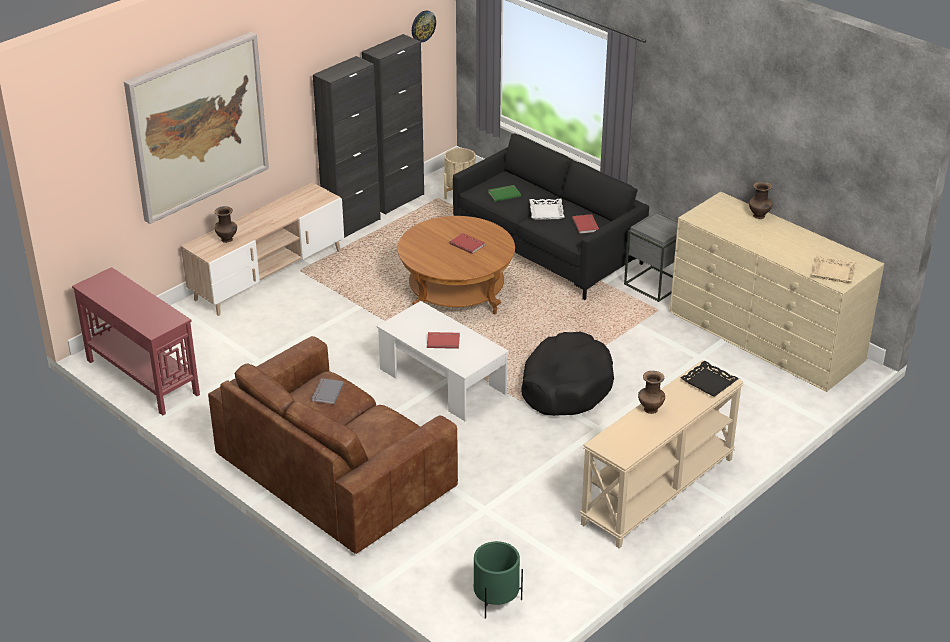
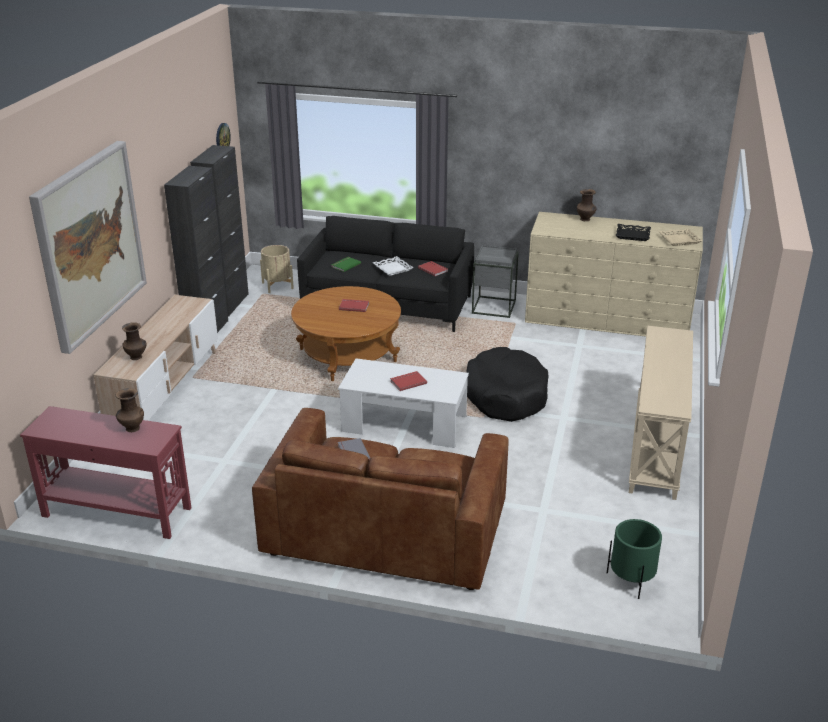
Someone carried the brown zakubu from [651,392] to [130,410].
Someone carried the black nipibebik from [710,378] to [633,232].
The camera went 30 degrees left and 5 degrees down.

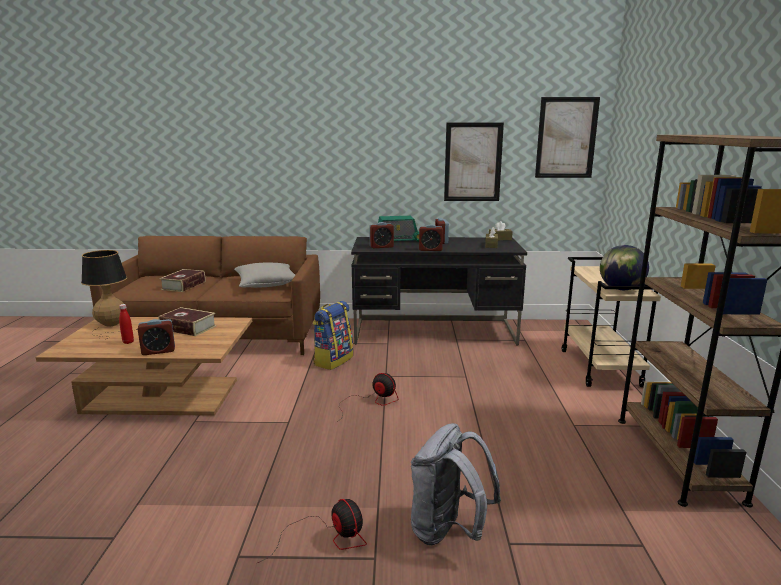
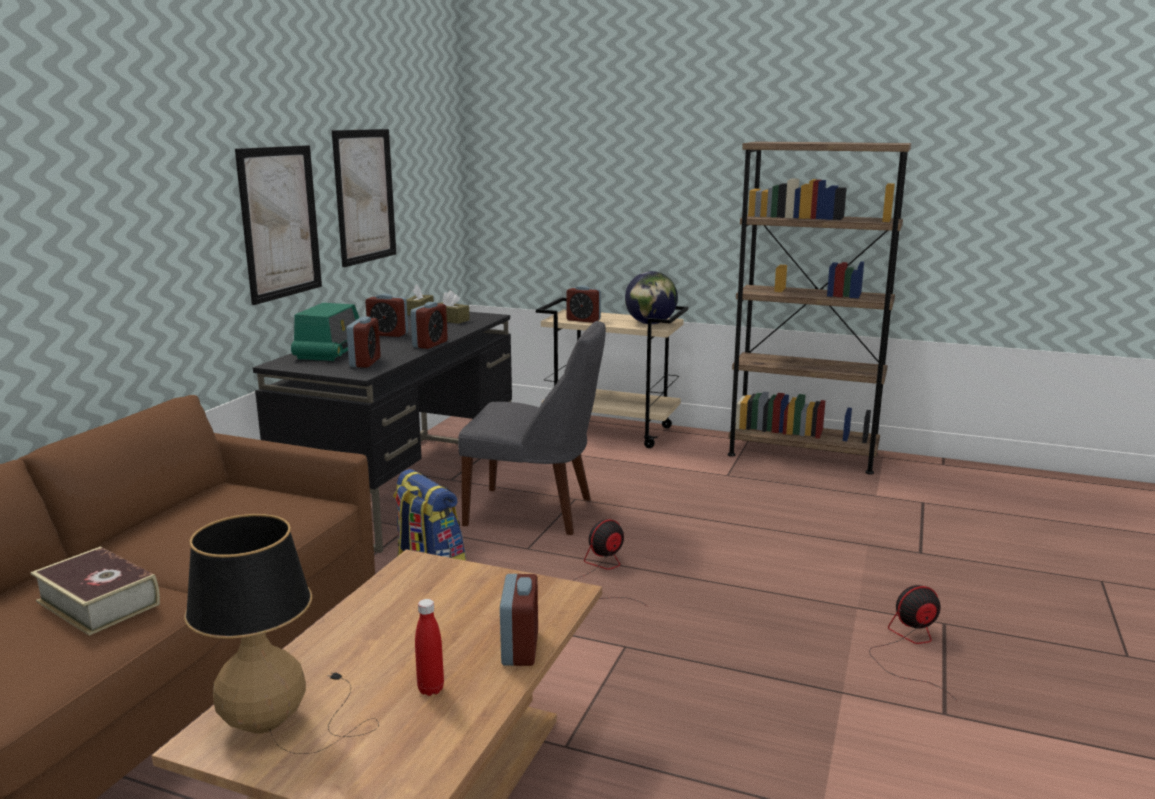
Someone took away the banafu at [187,321].
Someone took away the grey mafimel at [265,275].
Someone took away the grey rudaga at [456,484].
Someone carried the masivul from [567,137] to [278,225].
Someone put down the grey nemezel at [532,428].
Someone put down the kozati at [583,304].
The camera went 70 degrees left and 0 degrees up.

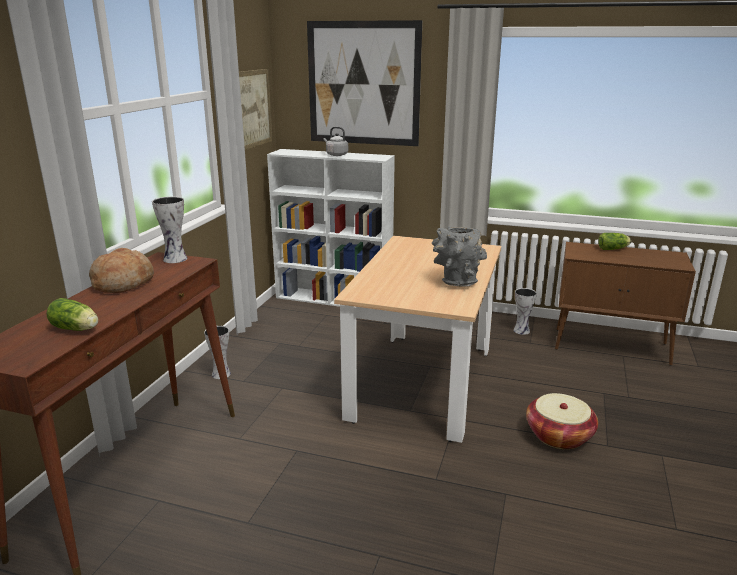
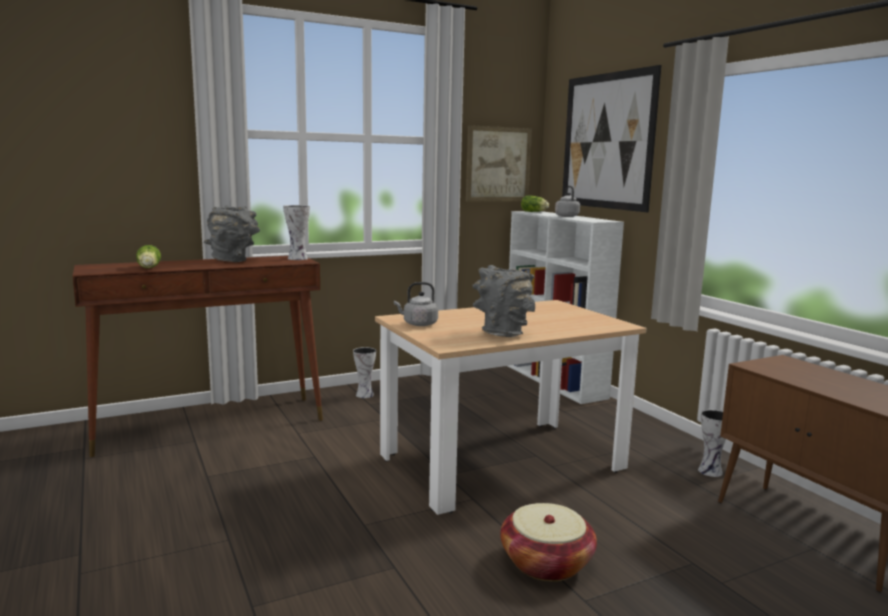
Someone swapped the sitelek at [121,270] for the grey zakubu at [232,233].
Someone carried the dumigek from [614,241] to [535,204].
Someone put down the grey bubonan at [416,304].
The camera went 45 degrees right and 10 degrees down.

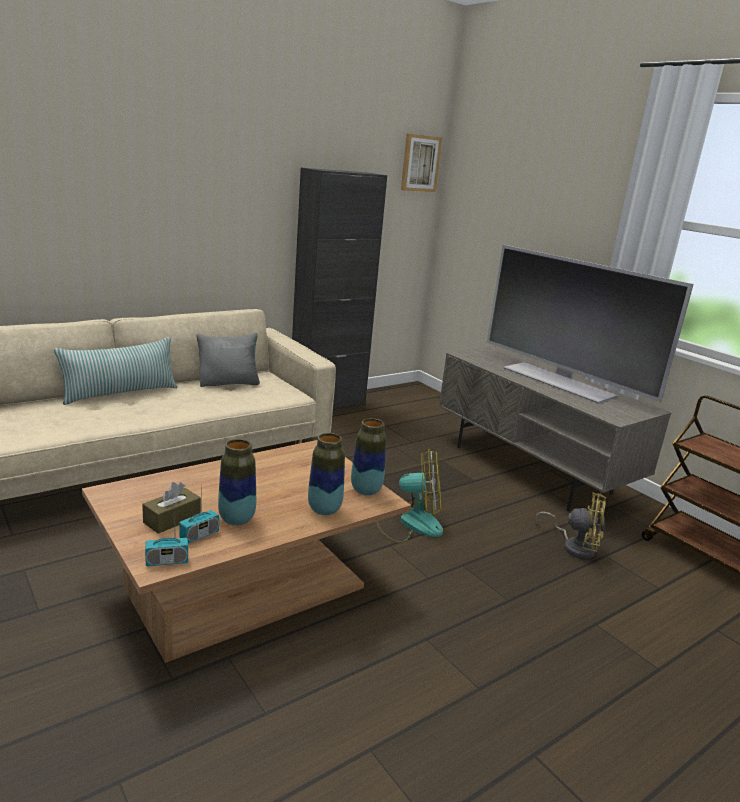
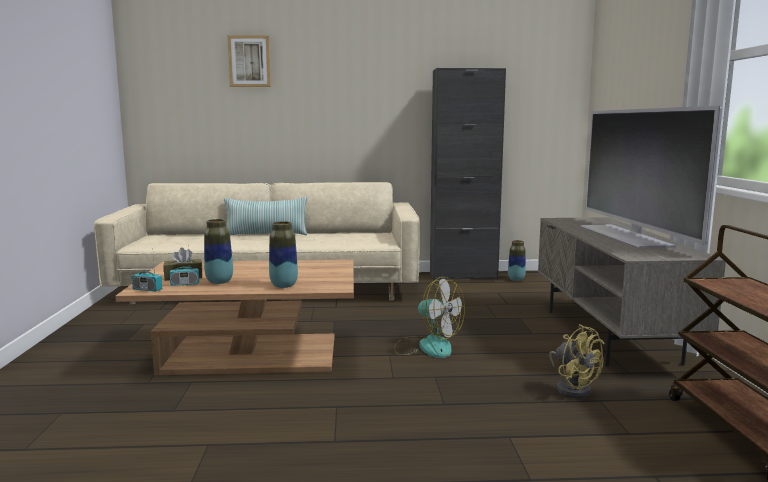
Someone took away the grey mafimel at [228,360].
Someone carried the zakubu from [368,456] to [517,260].
Someone carried the masivul from [421,163] to [249,61].
The camera went 35 degrees right and 10 degrees down.

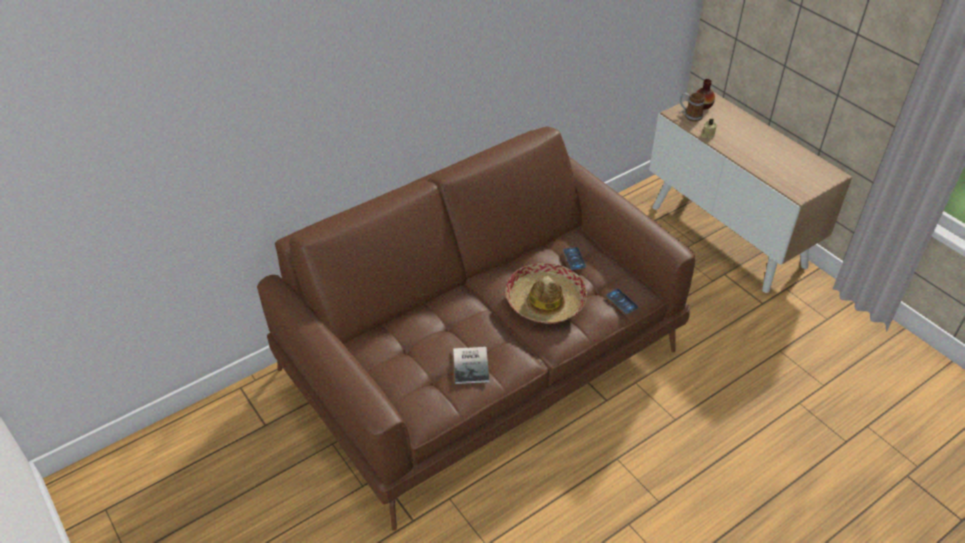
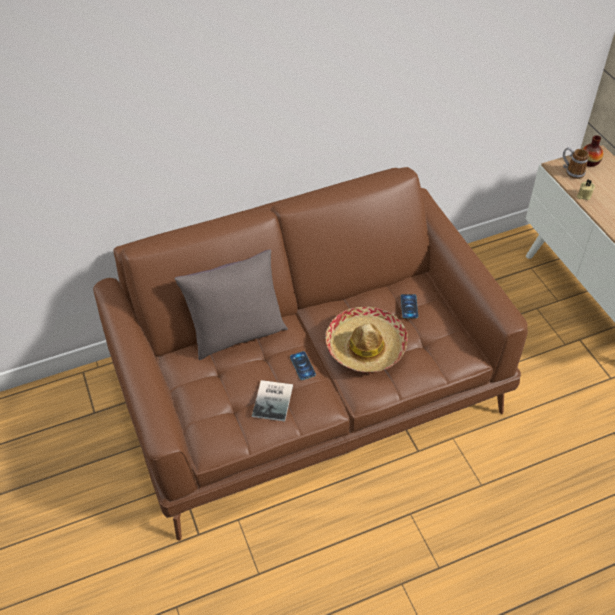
Someone carried the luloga from [622,301] to [303,365].
Someone put down the grey mafimel at [231,305].
The camera went 15 degrees right and 5 degrees up.

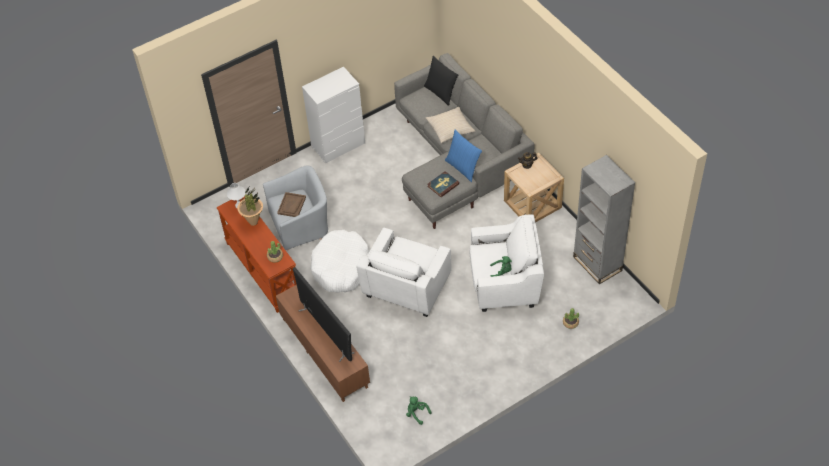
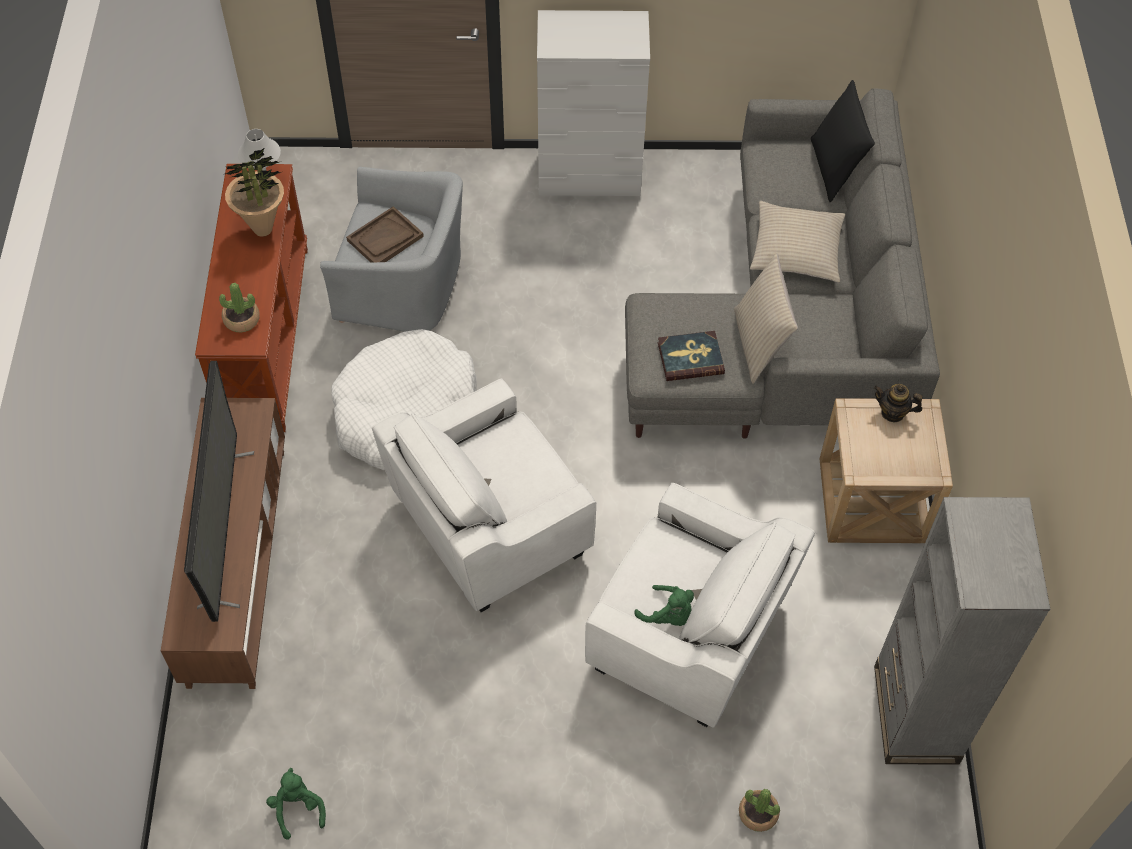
Someone repainted the blue mafimel at [463,156], which became the beige mafimel at [766,318].
The camera went 30 degrees right and 5 degrees up.

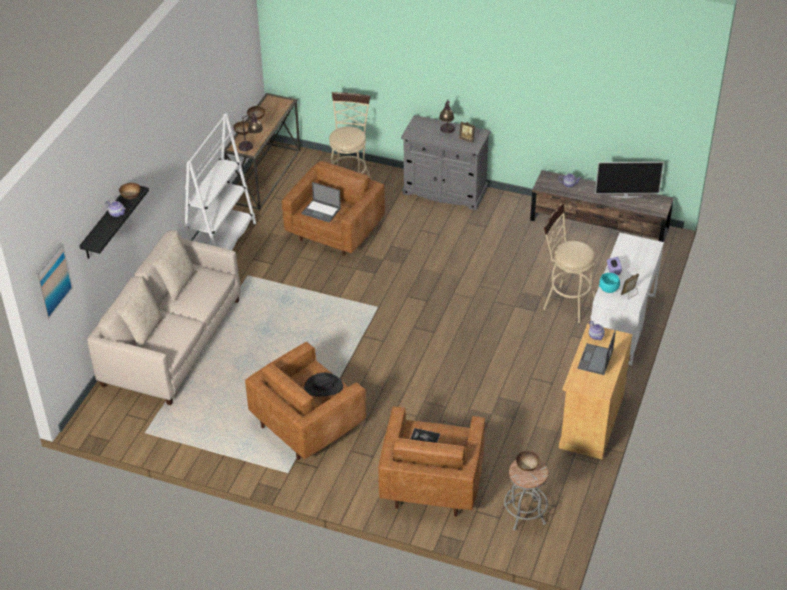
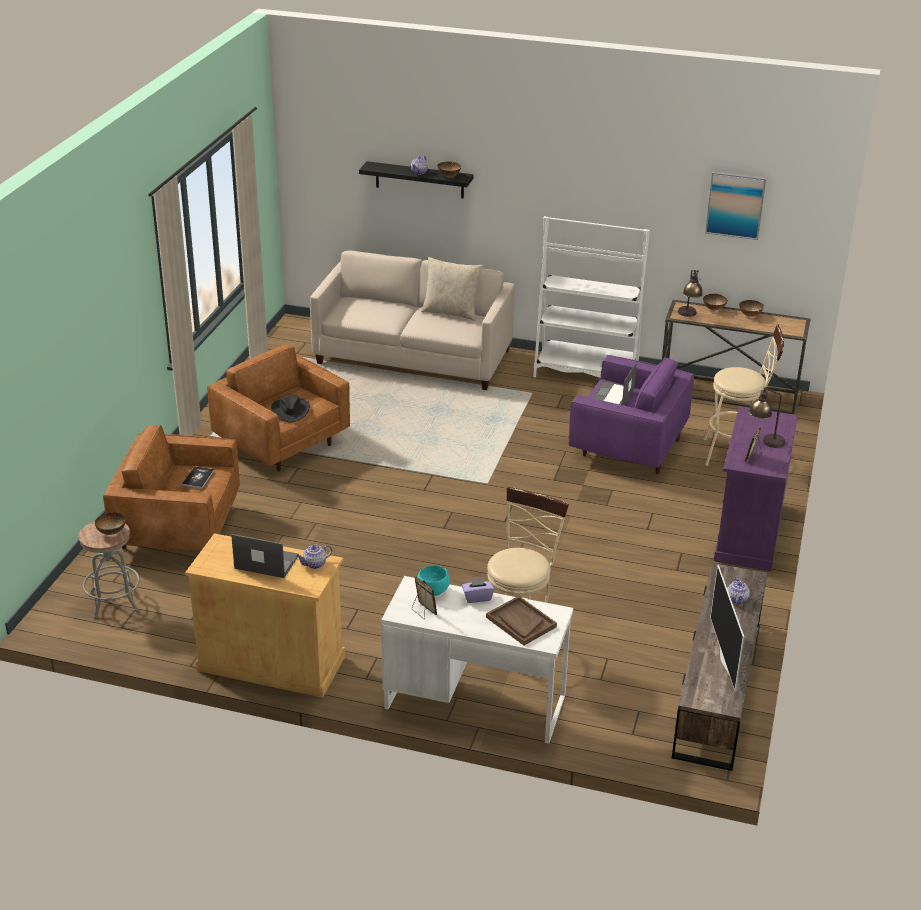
Someone carried the masivul from [53,281] to [735,206].
Someone took away the beige mafimel at [141,313].
Someone repainted the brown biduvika at [333,208], which became the purple biduvika at [631,414].
Someone repainted the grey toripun at [446,162], which became the purple toripun at [756,488].
Someone put down the brown nipibebik at [521,620].
The camera went 85 degrees right and 10 degrees down.

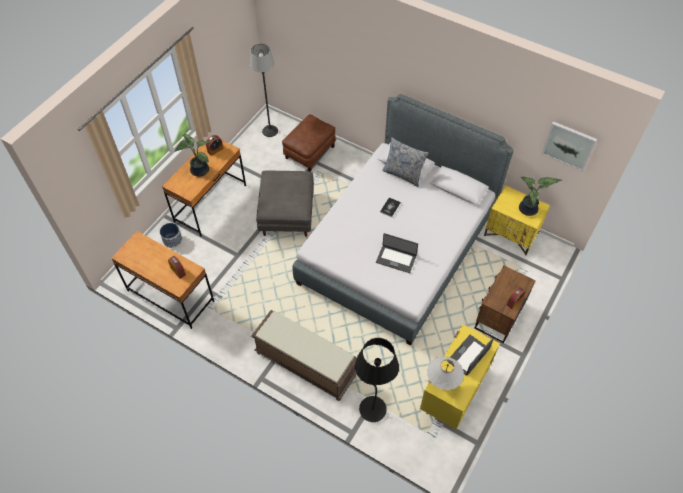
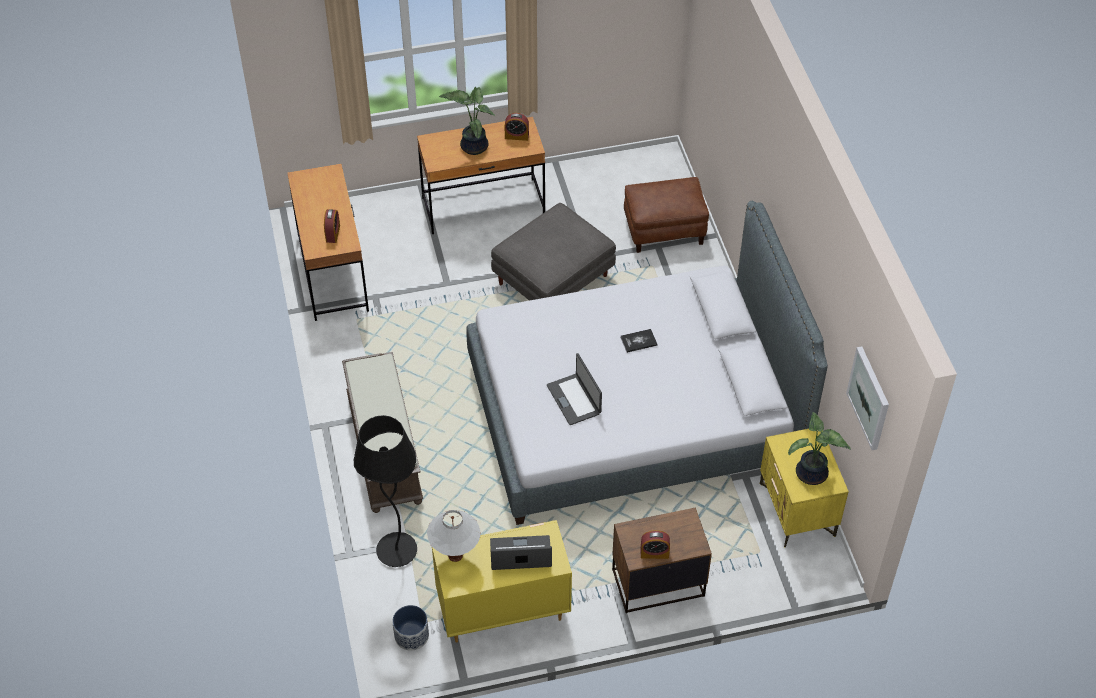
Someone carried the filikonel from [171,235] to [410,628].
Someone took away the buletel at [264,90].
Someone took away the mafimel at [405,162].
The camera went 45 degrees right and 5 degrees down.

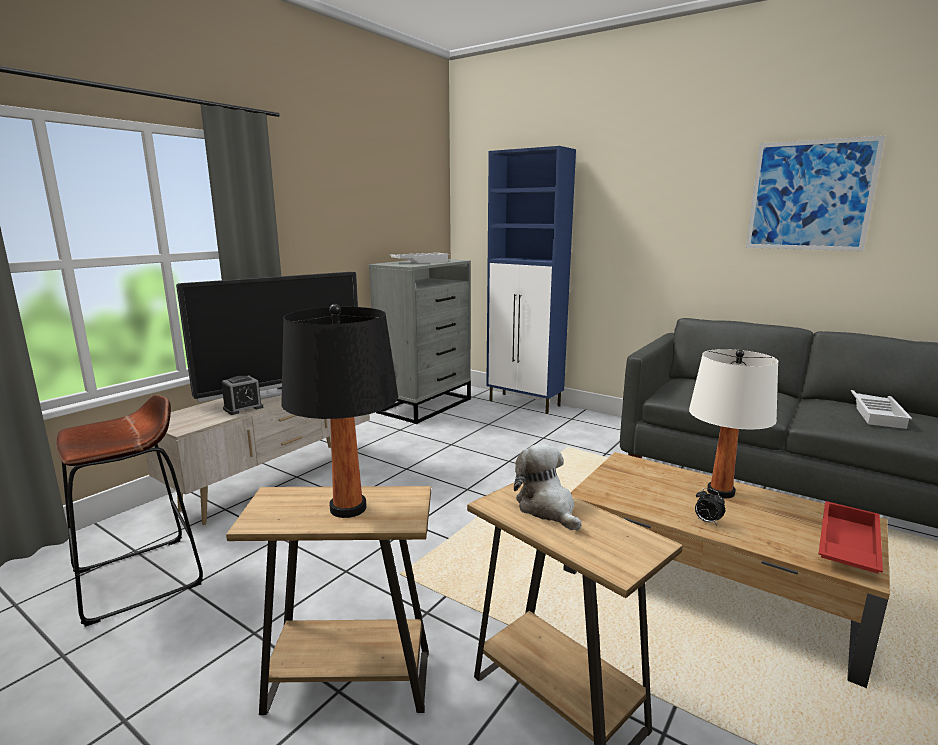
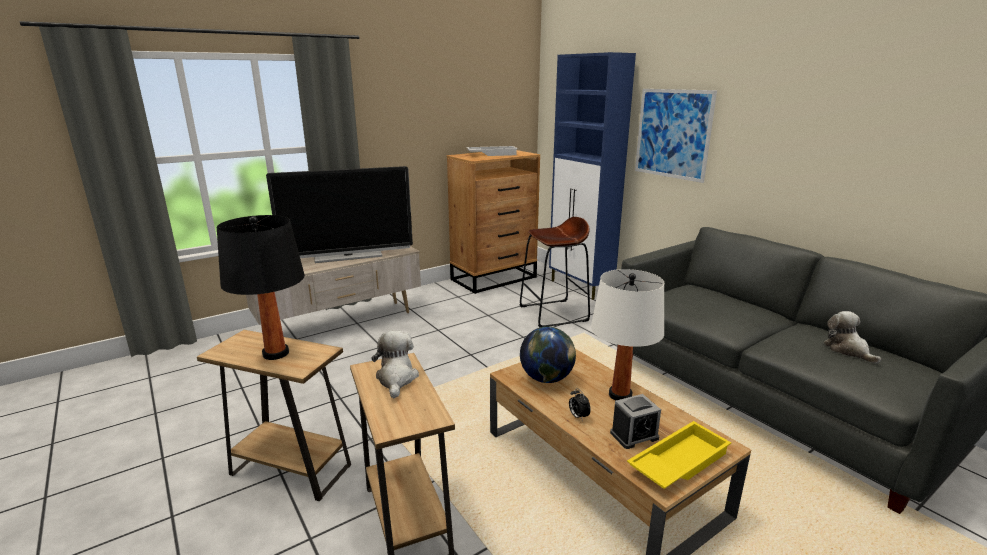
Someone carried the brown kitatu from [129,511] to [555,272].
Someone carried the kozati from [242,395] to [635,421].
Someone repainted the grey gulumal at [420,341], which became the brown gulumal at [493,222].
Someone carried the masivul from [815,193] to [676,136].
Someone repainted the red nipibebik at [851,537], which became the yellow nipibebik at [679,455].
Someone swapped the white nipibebik at [881,409] for the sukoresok at [852,337].
Someone put down the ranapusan at [548,354].
The camera went 20 degrees right and 5 degrees up.

